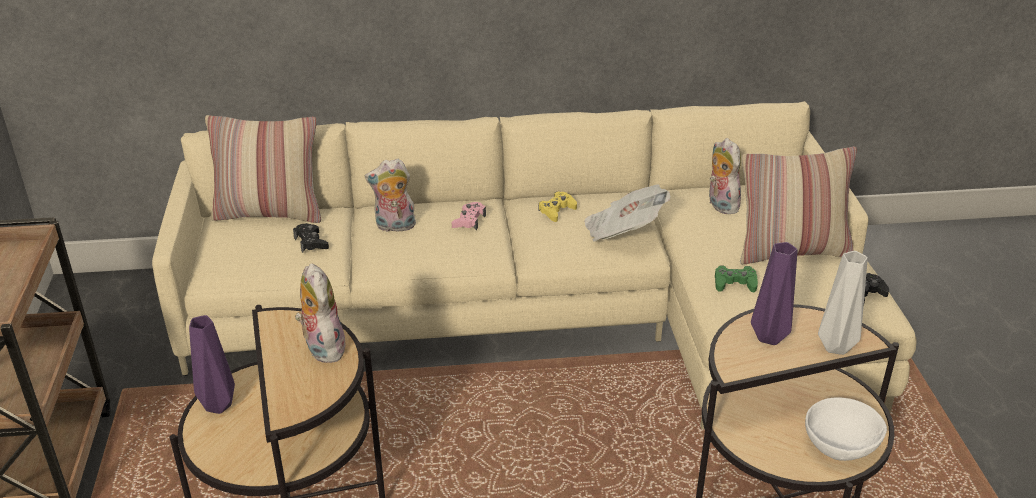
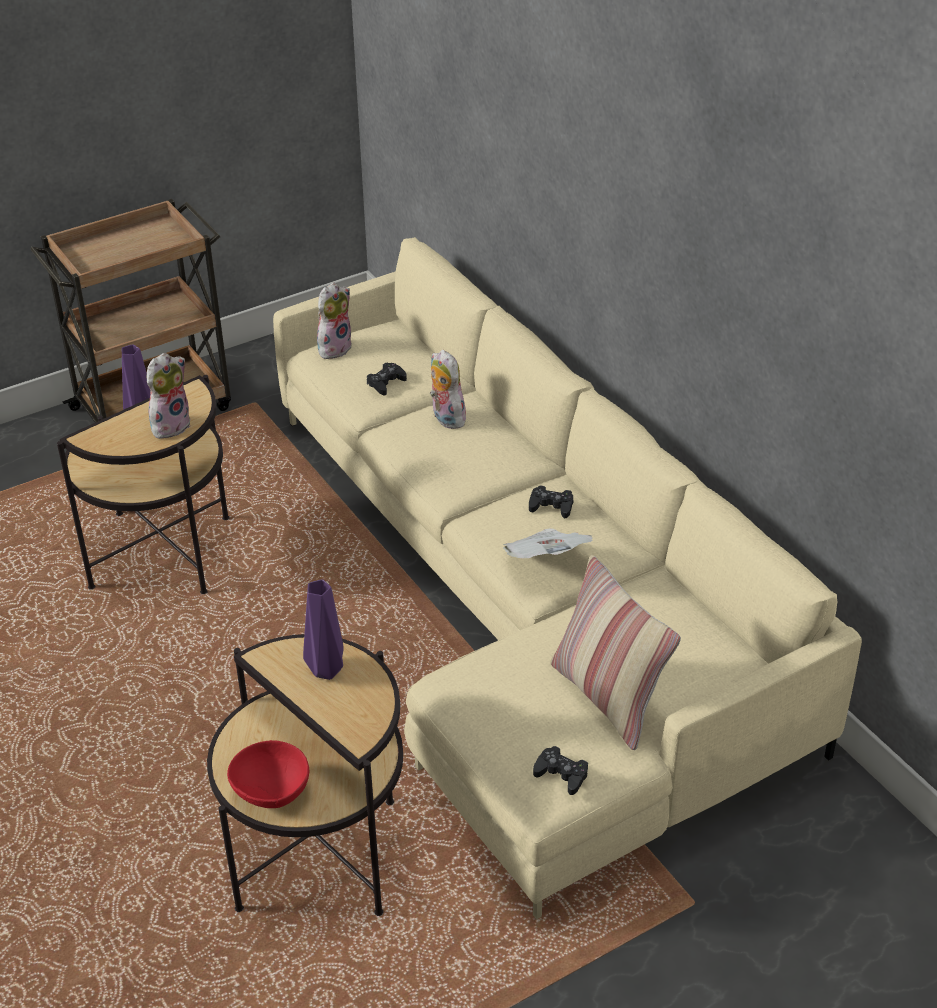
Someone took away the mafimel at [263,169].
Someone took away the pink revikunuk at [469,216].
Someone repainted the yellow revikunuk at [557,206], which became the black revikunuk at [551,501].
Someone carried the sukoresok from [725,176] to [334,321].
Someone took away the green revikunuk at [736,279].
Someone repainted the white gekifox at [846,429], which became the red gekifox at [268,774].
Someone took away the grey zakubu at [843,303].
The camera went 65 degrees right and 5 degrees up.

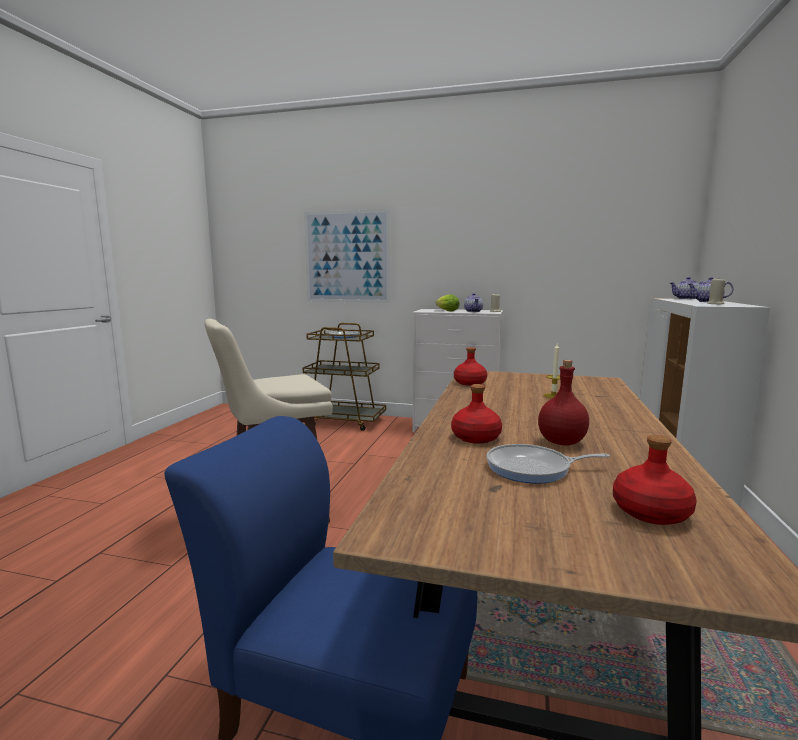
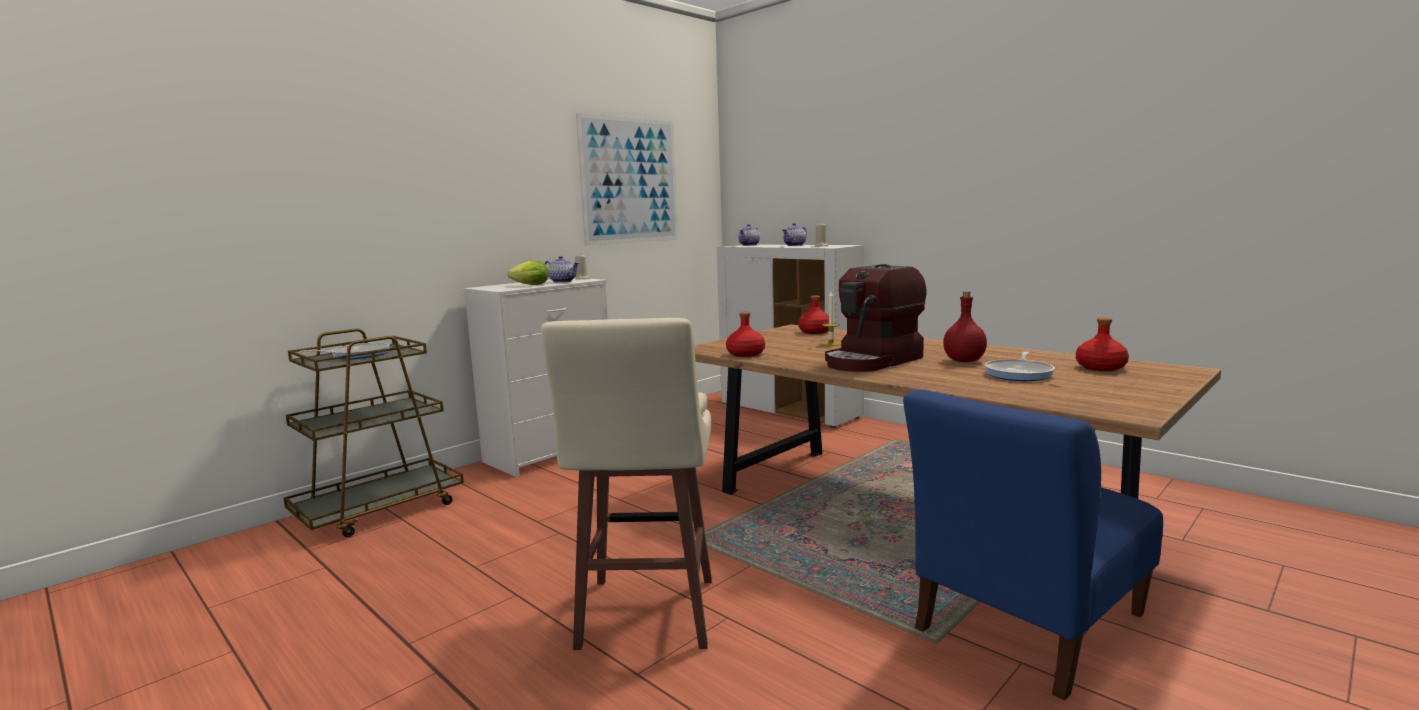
Someone carried the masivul from [347,256] to [627,179].
Someone carried the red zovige from [476,414] to [813,314].
Someone put down the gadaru at [876,318].
The camera went 60 degrees left and 0 degrees up.

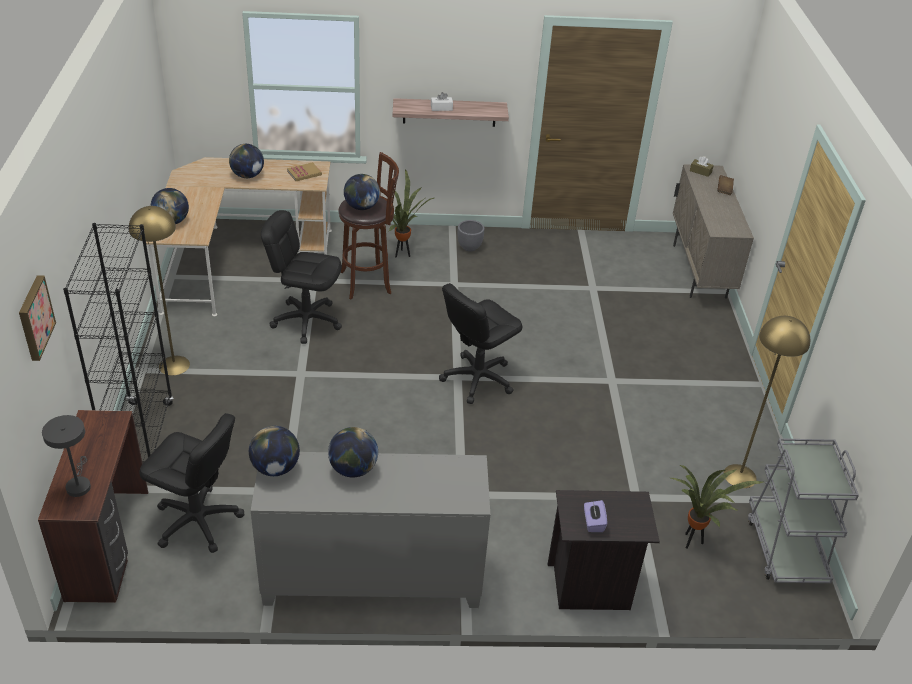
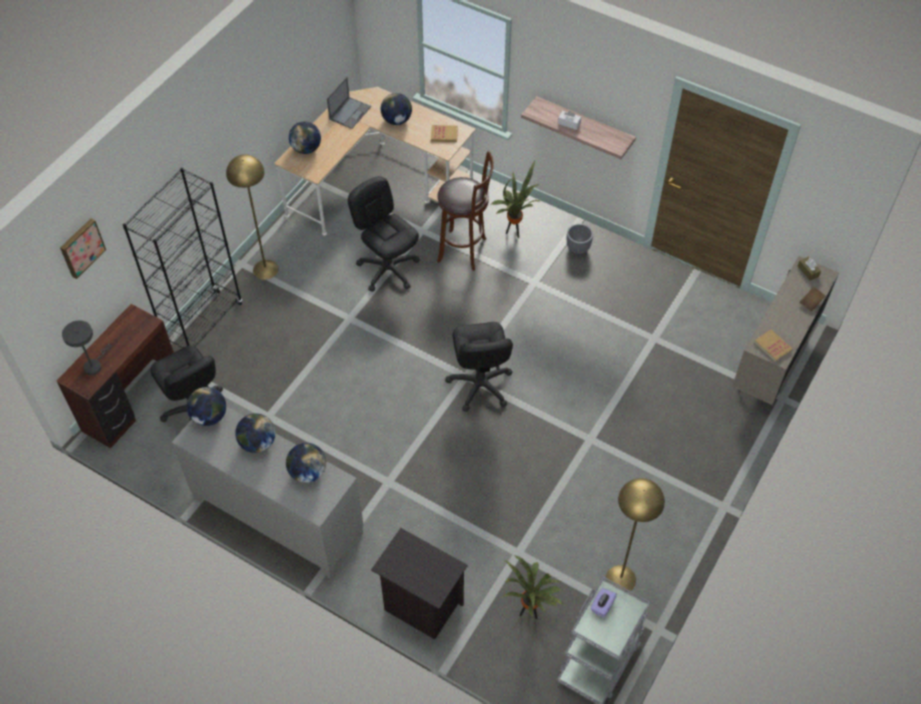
Someone carried the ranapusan from [362,192] to [306,463].
Someone rotated the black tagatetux at [480,343] by 90 degrees counterclockwise.
Someone carried the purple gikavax from [595,516] to [603,603].
Someone put down the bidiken at [349,103].
Someone put down the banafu at [773,346].
The camera went 35 degrees right and 15 degrees up.

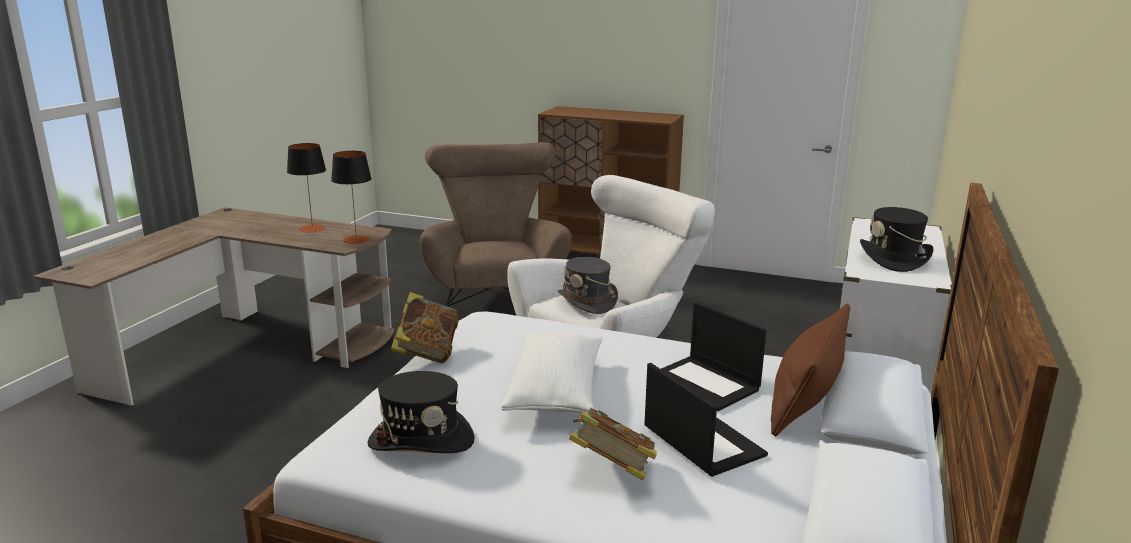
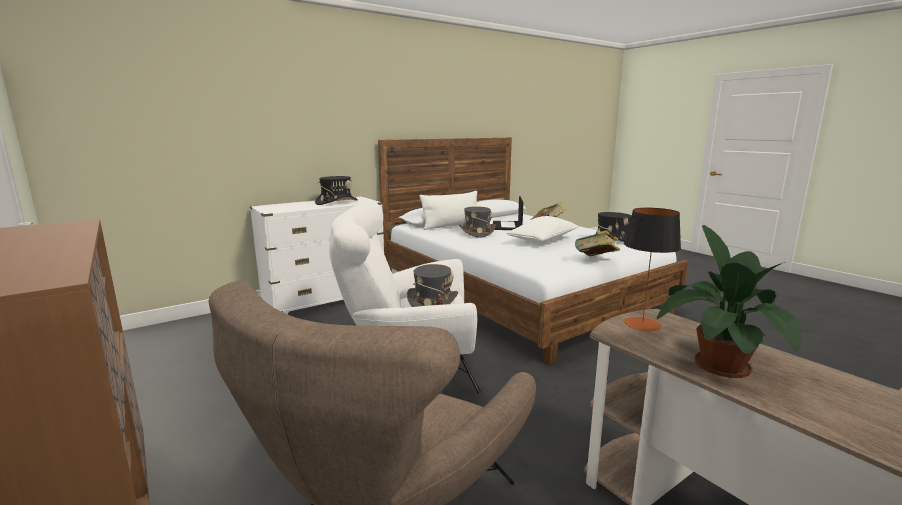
Someone swapped the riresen at [306,187] for the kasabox at [729,301].
Someone swapped the bidiken at [714,356] for the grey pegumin at [477,222].
Someone repainted the brown mafimel at [810,370], which became the white mafimel at [448,210].
The camera went 145 degrees left and 5 degrees down.

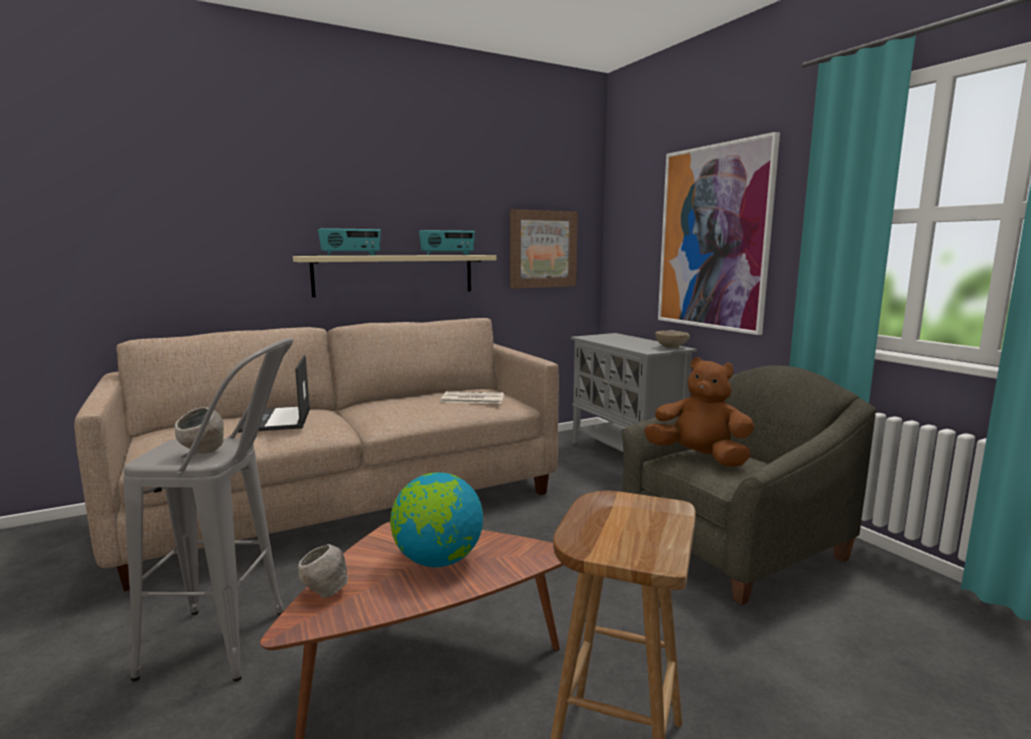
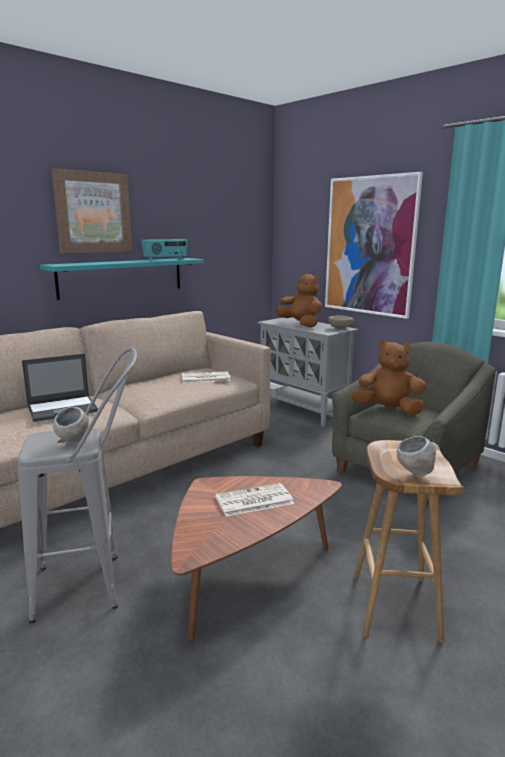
Someone rotated the bidiken at [274,394] by 90 degrees counterclockwise.
Someone repainted the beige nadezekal at [394,276], which became the turquoise nadezekal at [122,279].
Someone carried the grey gekifox from [323,571] to [416,456].
Someone took away the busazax at [349,242].
Someone swapped the ranapusan at [436,519] for the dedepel at [254,499].
Someone carried the masivul from [544,248] to [92,210].
Someone put down the brown sukoresok at [299,300].
The camera went 15 degrees left and 5 degrees up.

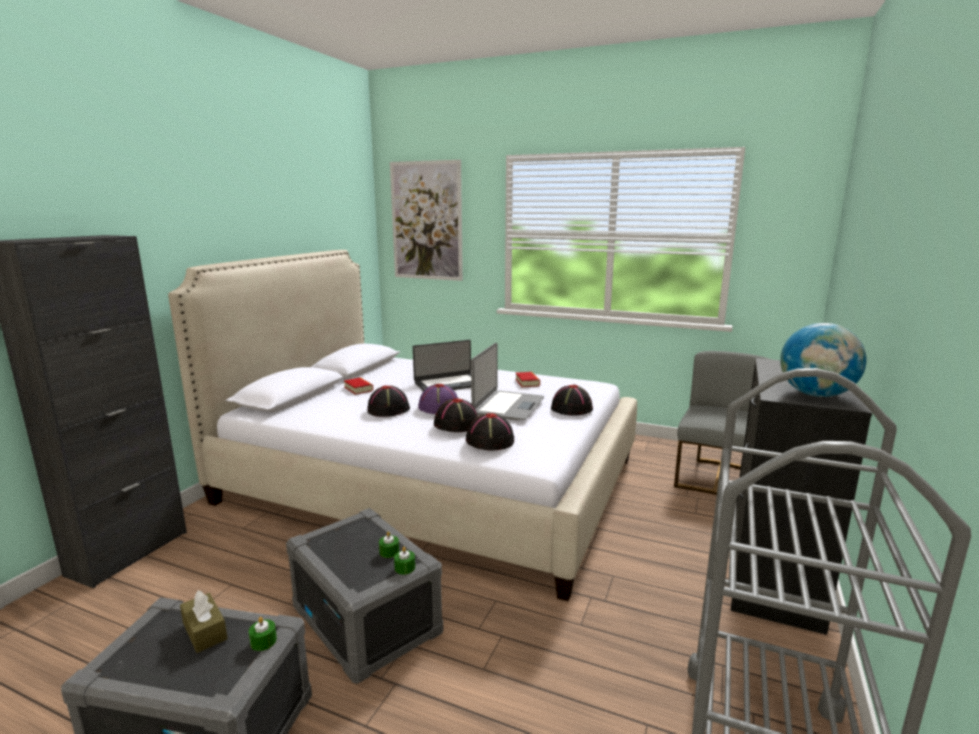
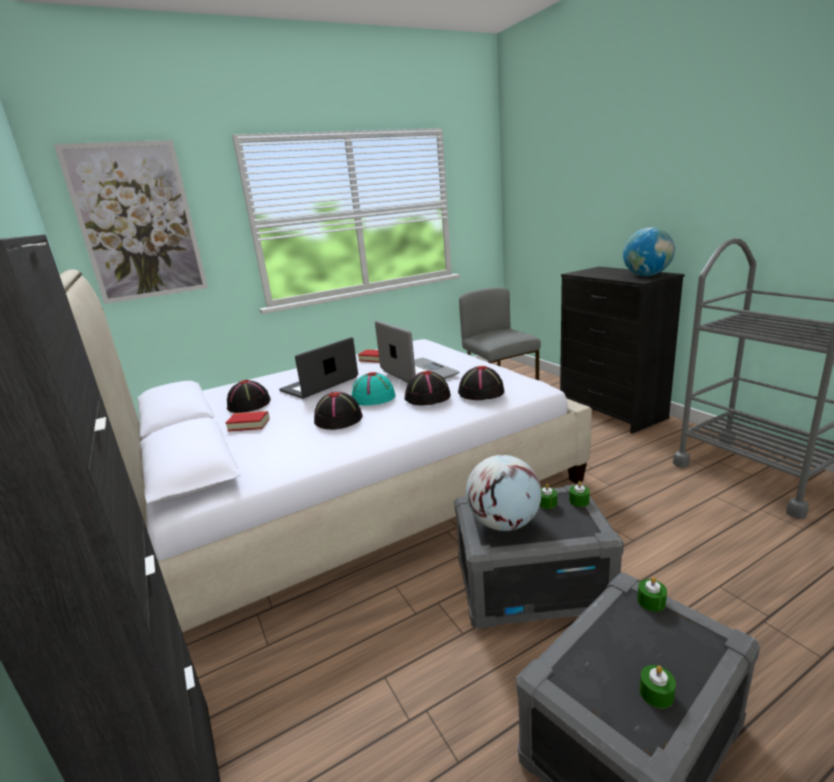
Someone took away the brown gikavax at [204,621].
Someone rotated the bidiken at [442,365] by 150 degrees counterclockwise.
Someone repainted the purple pegumin at [438,399], which became the turquoise pegumin at [373,389].
Someone carried the black pegumin from [572,400] to [249,396].
Someone put down the ranapusan at [503,493].
Someone put down the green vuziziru at [657,687].
The camera went 50 degrees left and 5 degrees up.

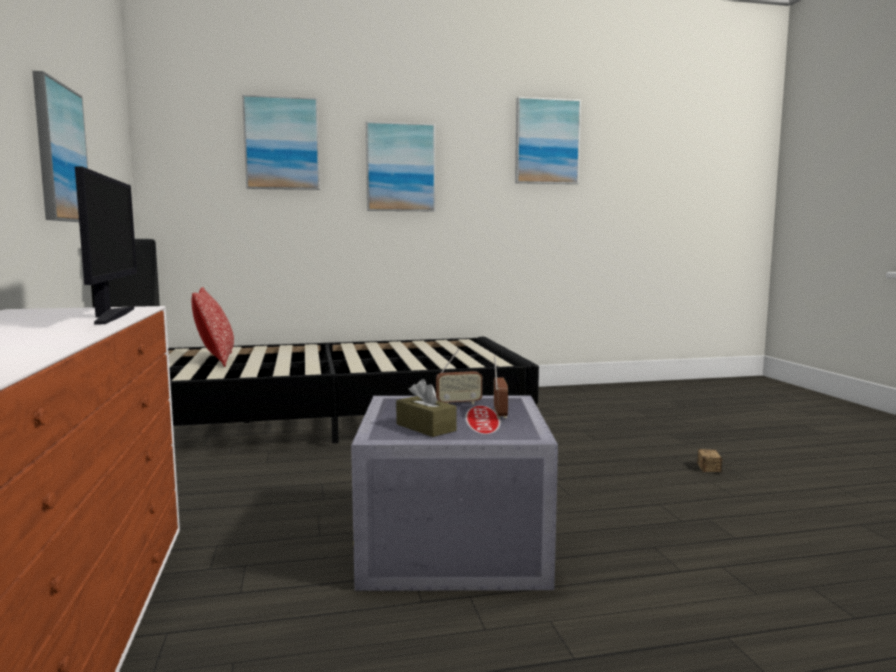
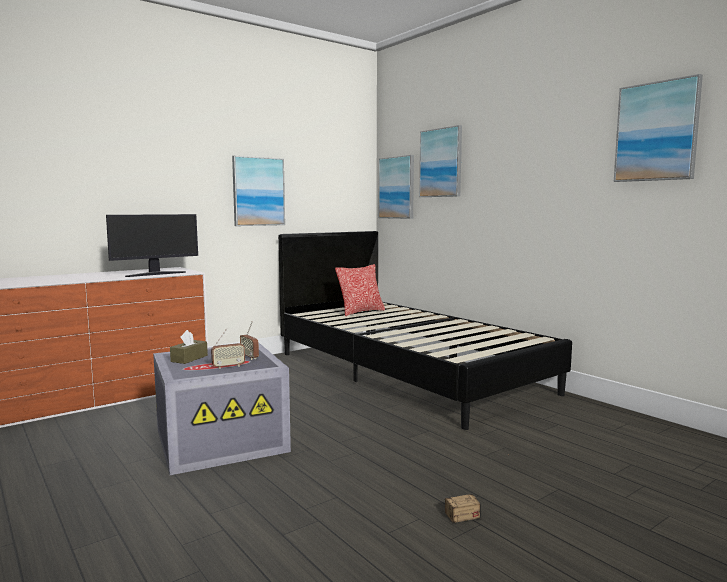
Someone carried the masivul from [400,166] to [396,187].
The camera went 65 degrees right and 0 degrees up.

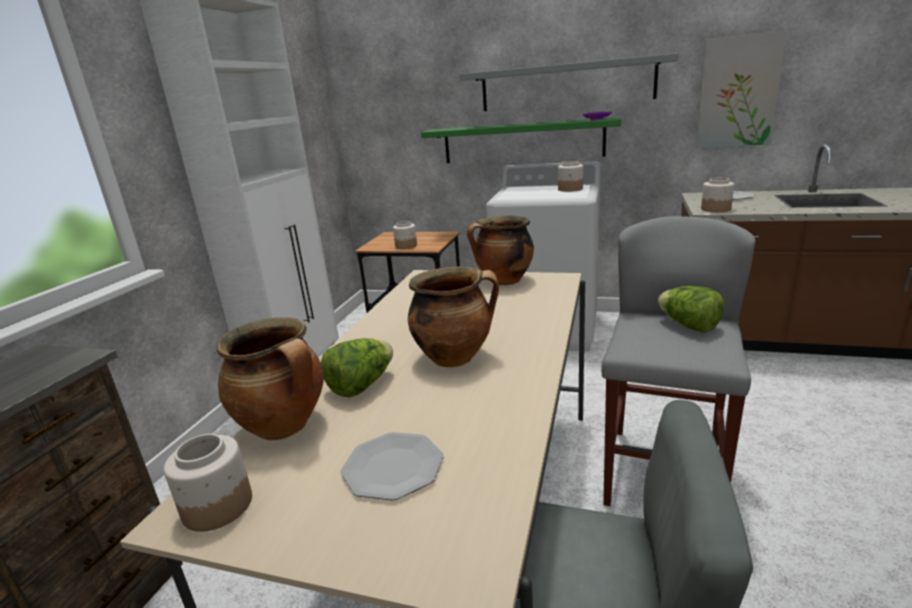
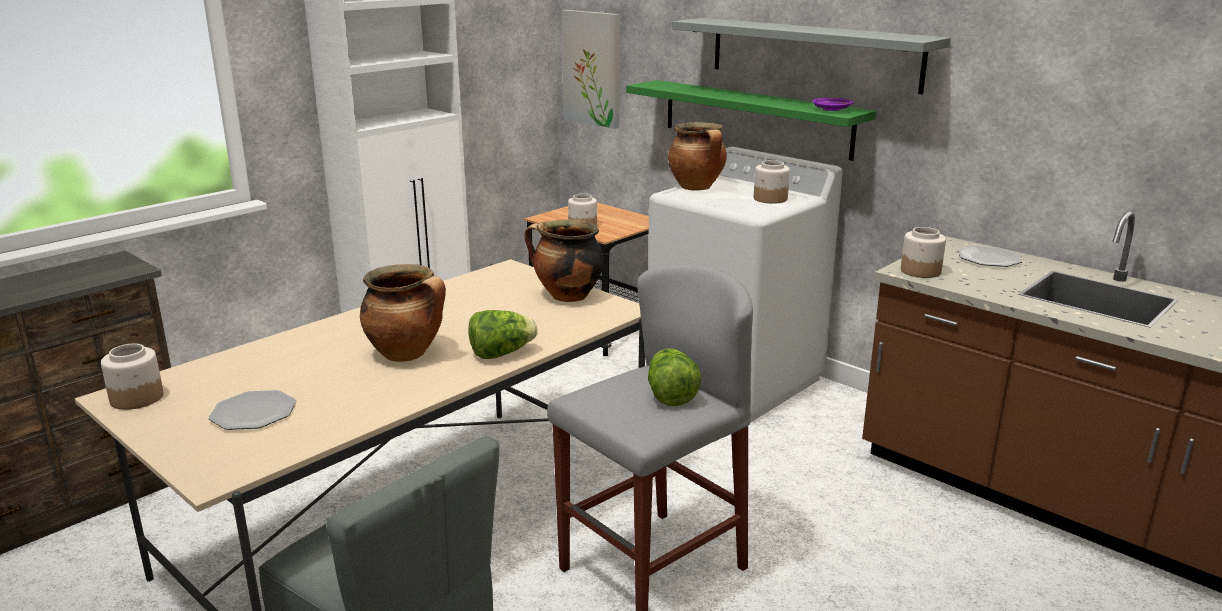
Someone carried the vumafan from [270,378] to [697,156].
Someone carried the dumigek from [357,367] to [503,334].
Someone carried the masivul from [741,89] to [590,69].
The camera went 25 degrees right and 0 degrees up.

